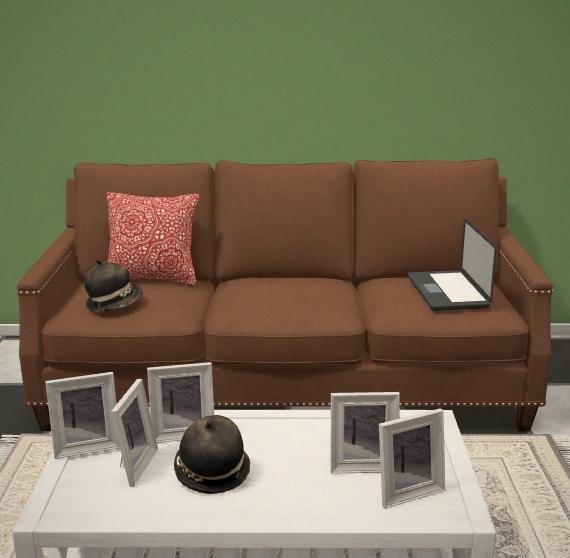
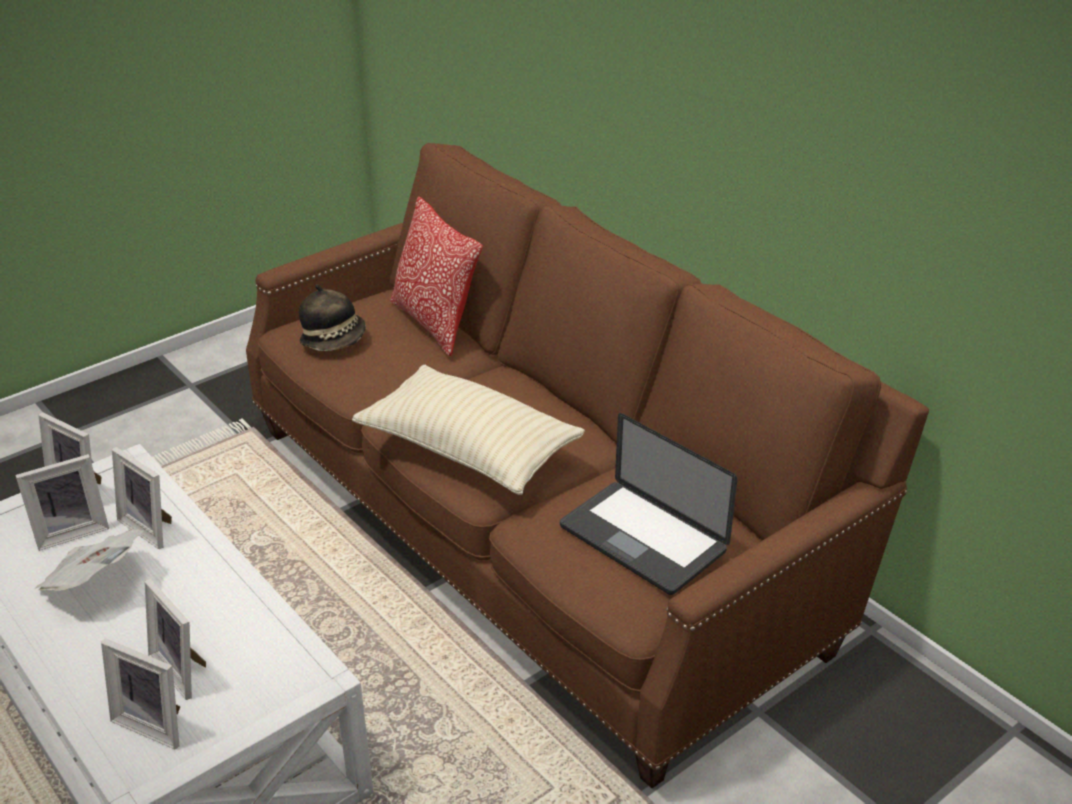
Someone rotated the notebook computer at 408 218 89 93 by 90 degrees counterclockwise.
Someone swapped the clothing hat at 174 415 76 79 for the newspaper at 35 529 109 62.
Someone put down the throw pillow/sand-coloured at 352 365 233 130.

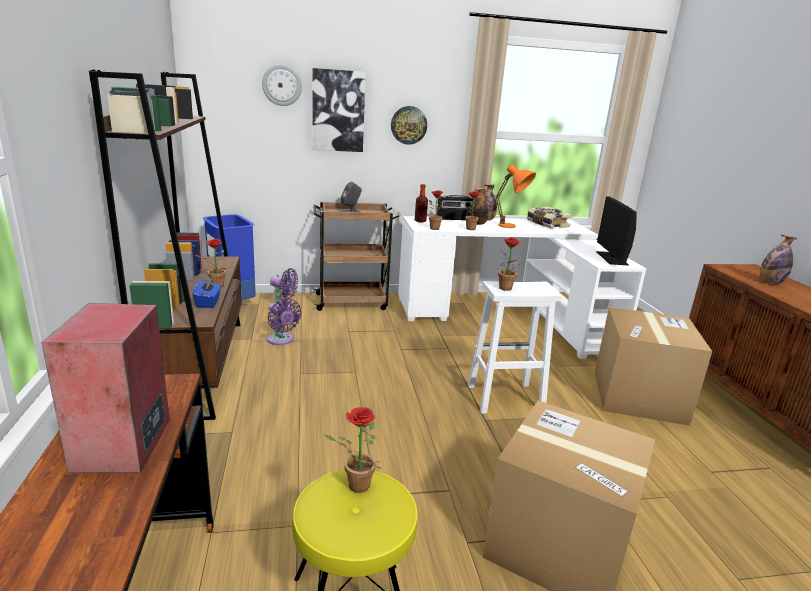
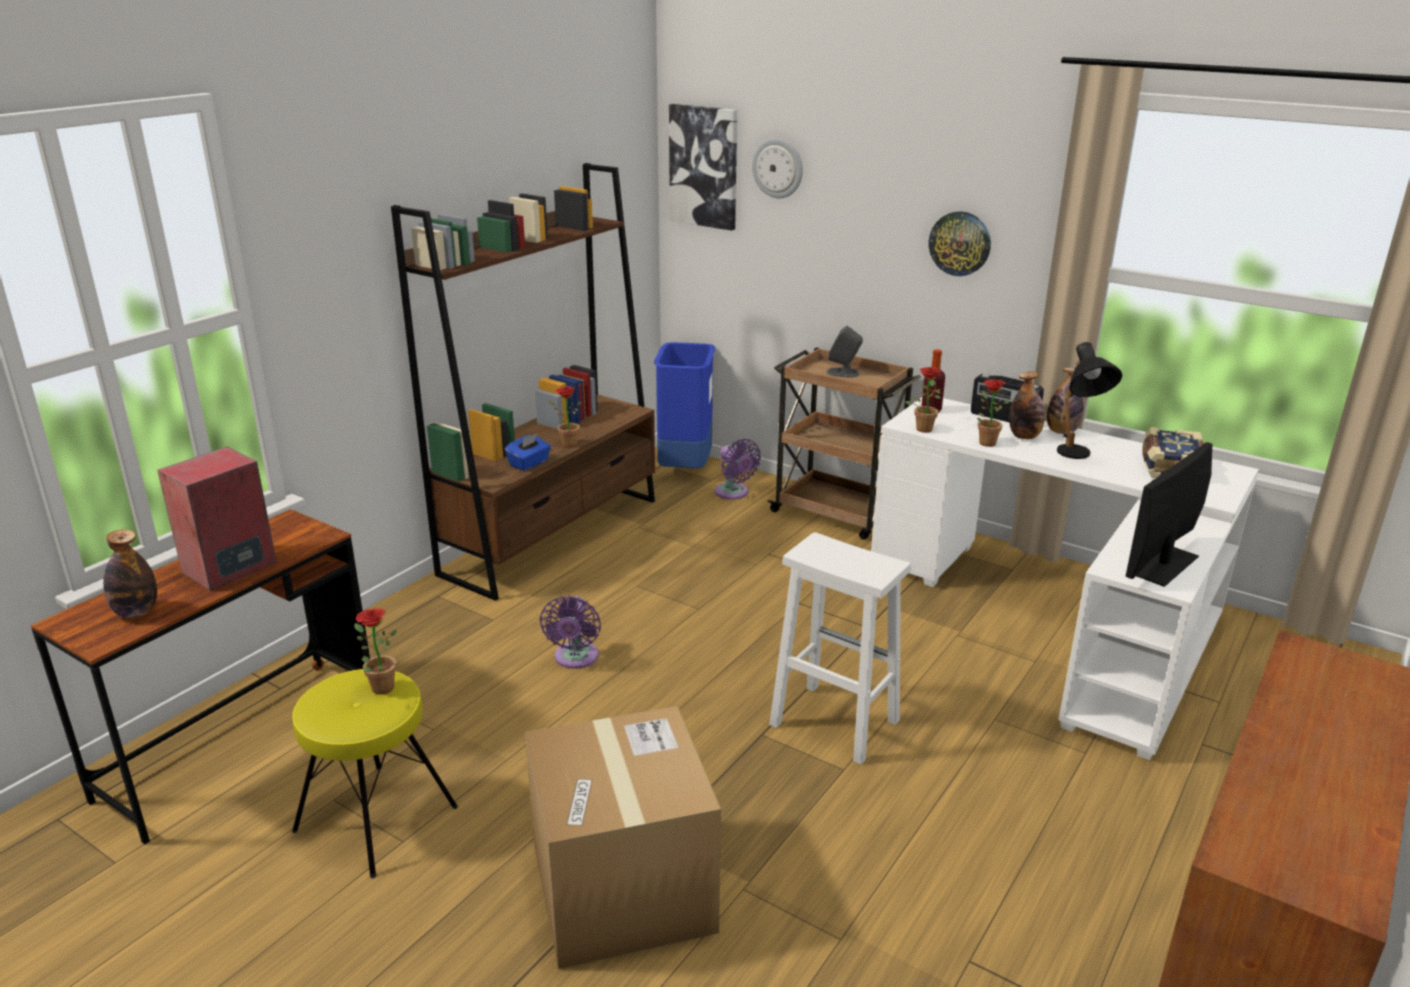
Someone carried the picture from 312 68 53 84 to 669 104 68 127.
Someone repainted the lamp for a table/orange at 495 164 41 64, which became the lamp for a table/black at 1057 342 66 117.
Someone carried the bottle from 760 234 37 50 to 103 529 54 89.
Someone took away the plant in a pot at 498 237 26 54.
Someone carried the fan/purple from 267 298 35 47 to 540 596 61 73.
Someone took away the packing box at 595 307 118 119.

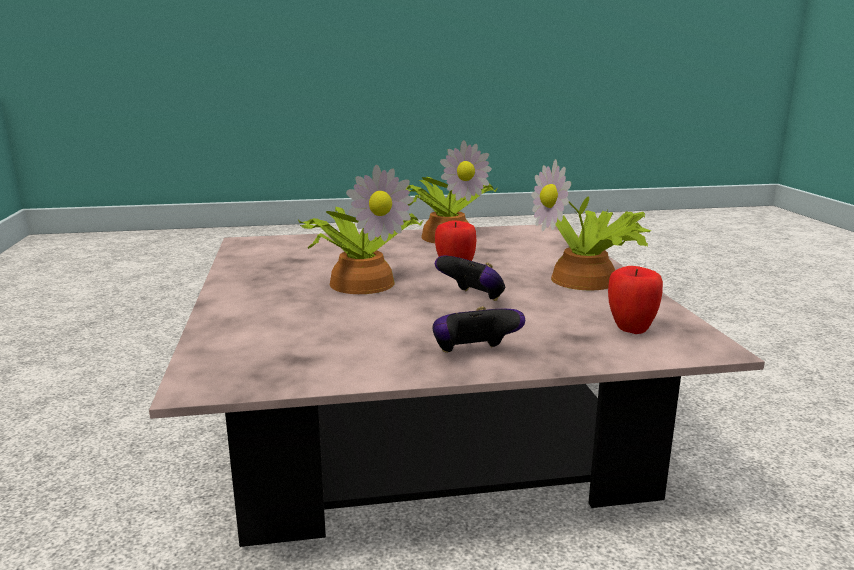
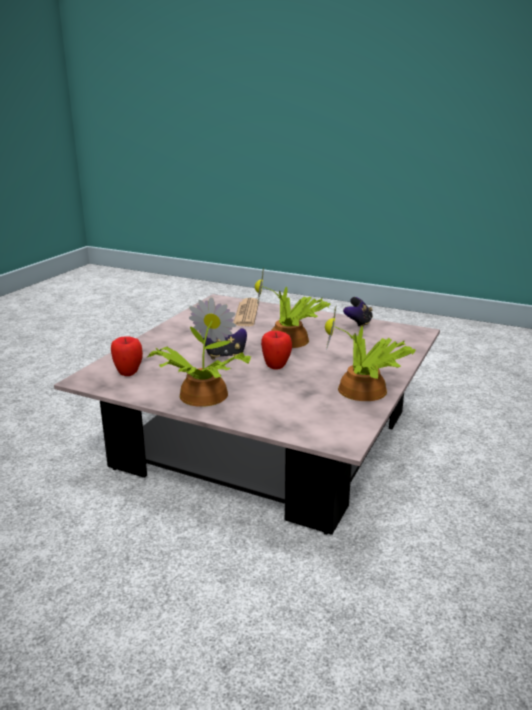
Someone carried the game controller from 433 307 92 46 to 343 297 30 31.
Someone put down the newspaper at 233 298 26 28.

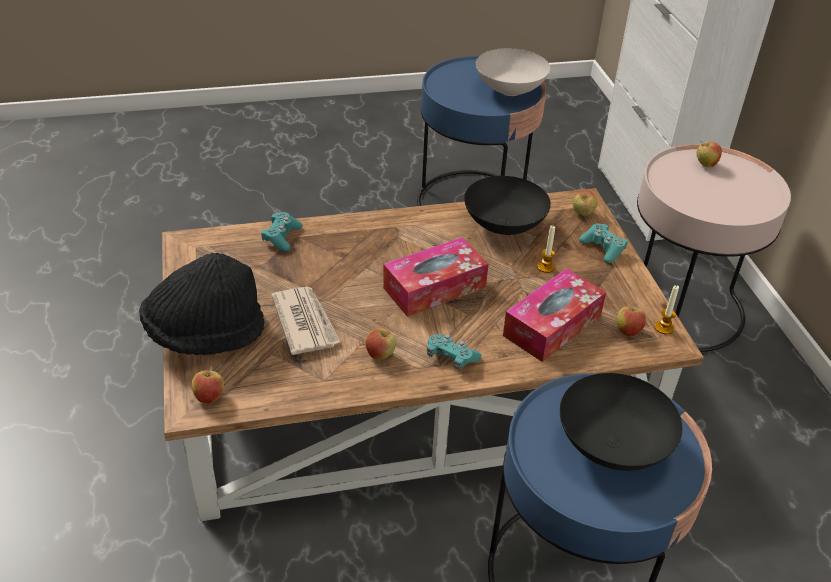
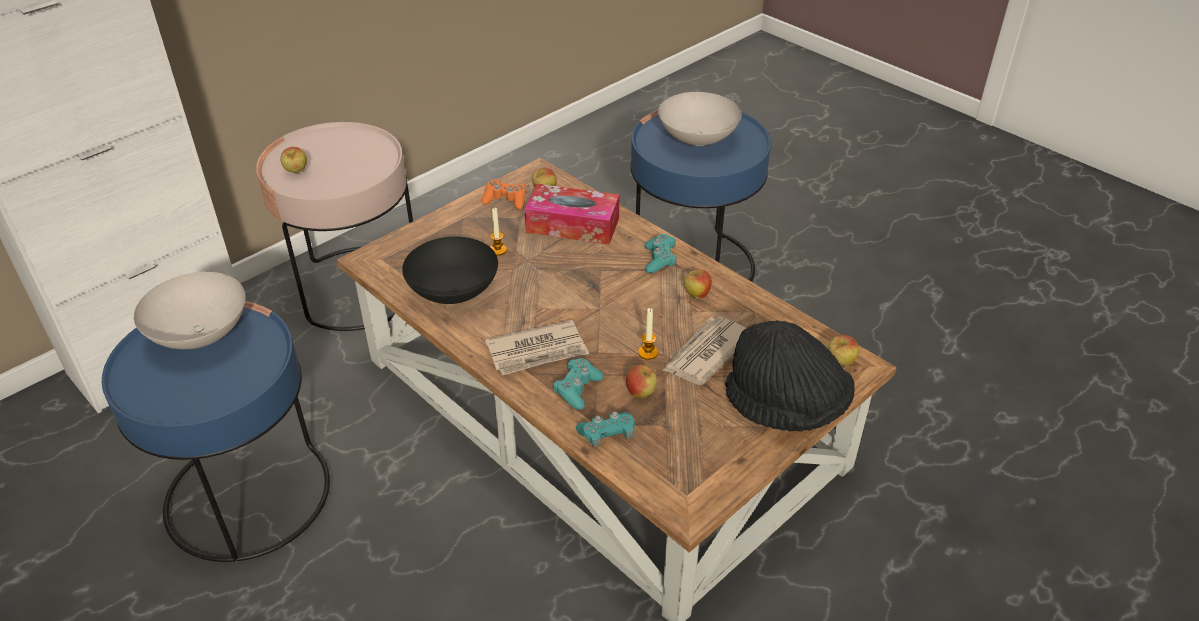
Someone carried the whole apple from 573 190 25 25 to 626 365 31 33.
Someone carried the game controller/turquoise-coloured from 579 223 49 40 to 553 358 51 52.
Someone took away the tissue holder at 383 237 105 80.
Someone carried the wax candle from 655 285 24 49 to 638 308 20 52.
Someone repainted the serving bowl/black at 560 373 122 98, which became the serving bowl/whitish at 658 92 84 54.
Someone put down the game controller/orange at 481 179 45 31.
Someone put down the newspaper at 485 320 104 55.

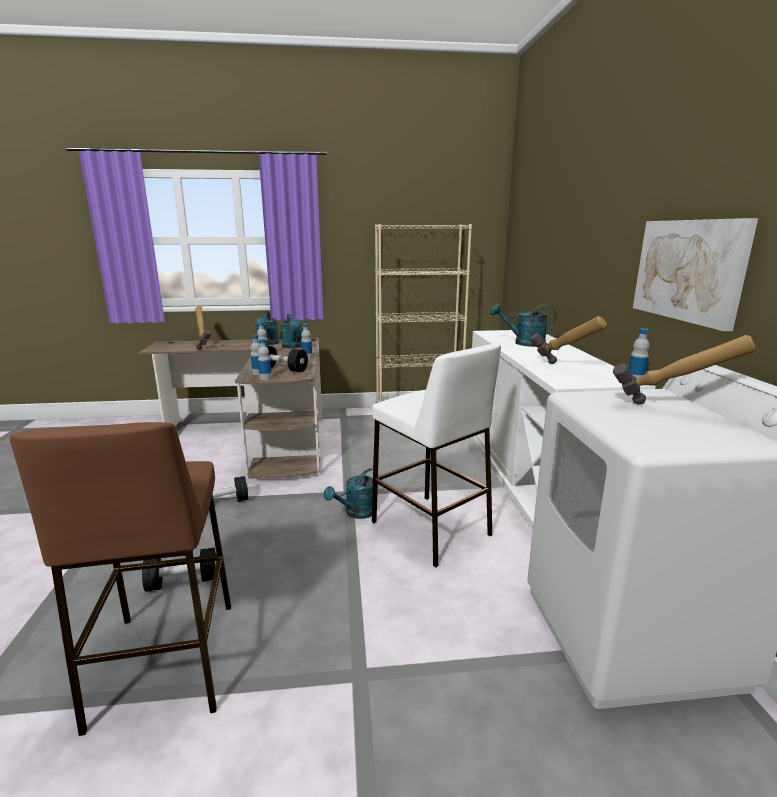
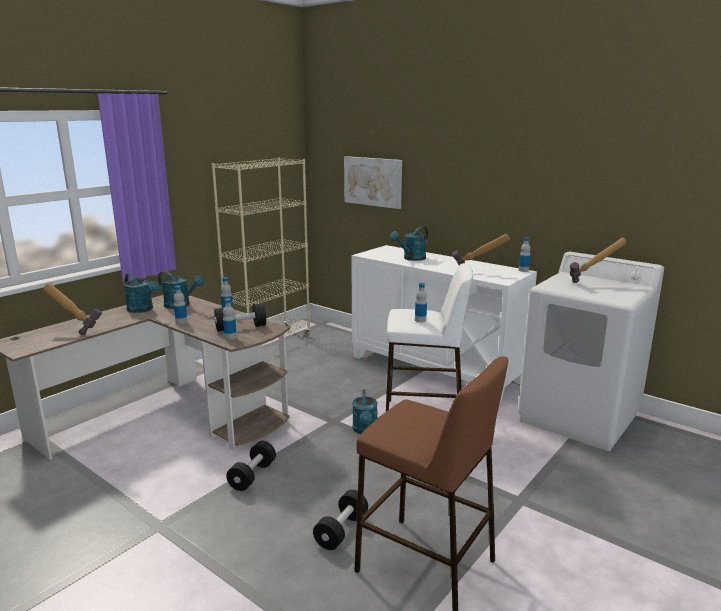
Someone carried the picture from 633 218 125 113 to 344 156 58 53.
Someone carried the bottle from 258 339 14 41 to 415 283 12 39.

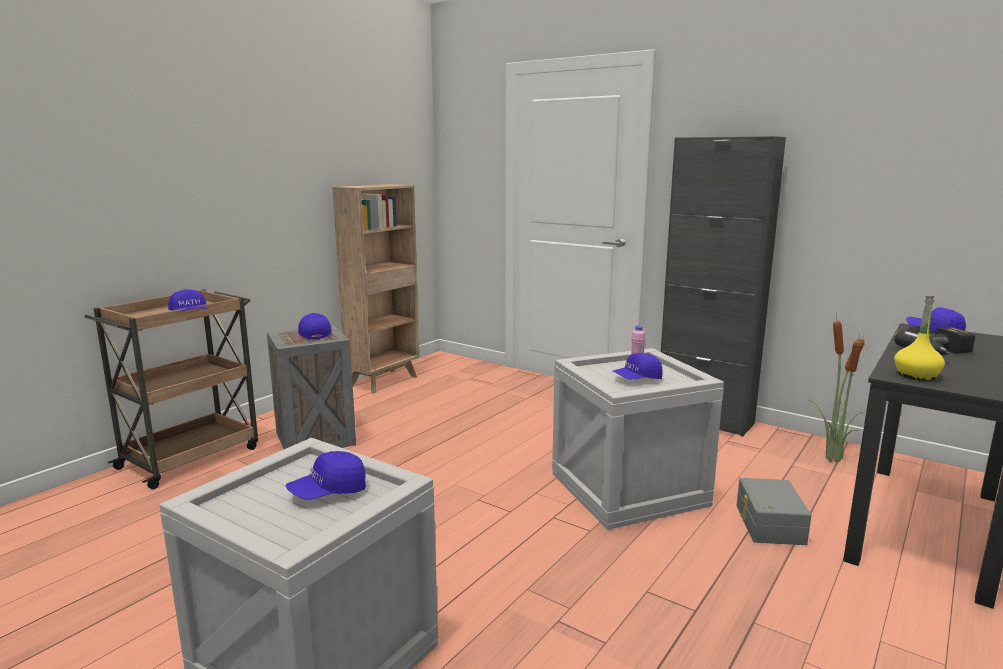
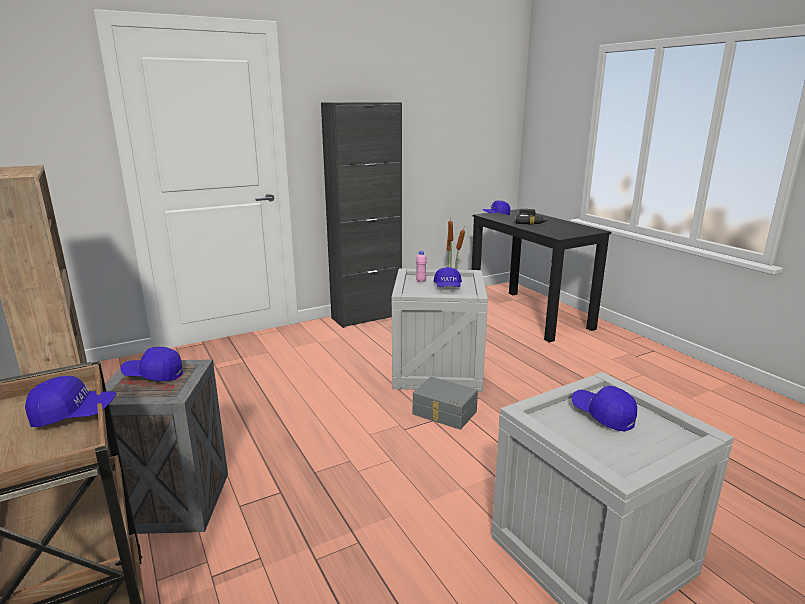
Someone took away the bottle/yellow at 894 296 51 85.
Someone rotated the baseball cap/bluish at 286 451 80 49 by 150 degrees clockwise.
Someone carried the storage bin/gray from 737 478 74 67 to 413 377 65 53.

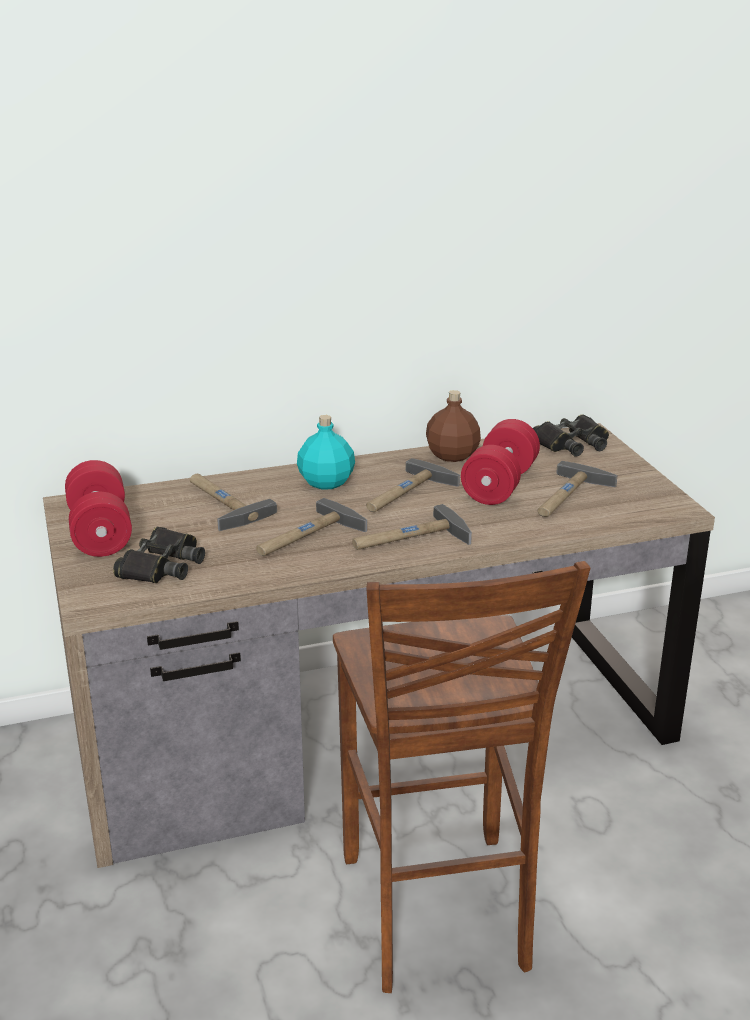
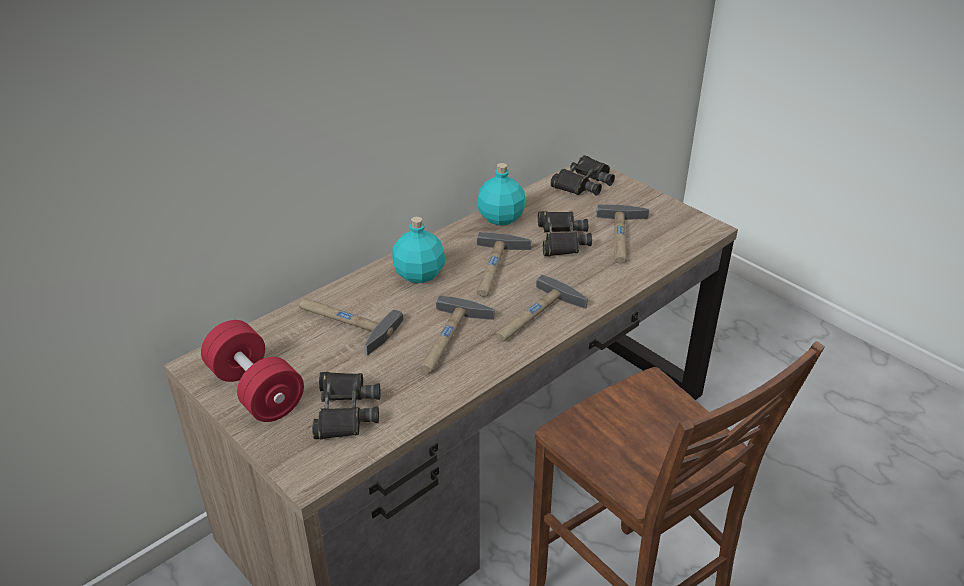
Someone repainted the bottle/brownish at 426 390 55 72, which became the bottle/turquoise-coloured at 477 163 48 62.
Someone swapped the free weight/red at 461 419 79 86 for the field glasses/black at 538 211 54 45.

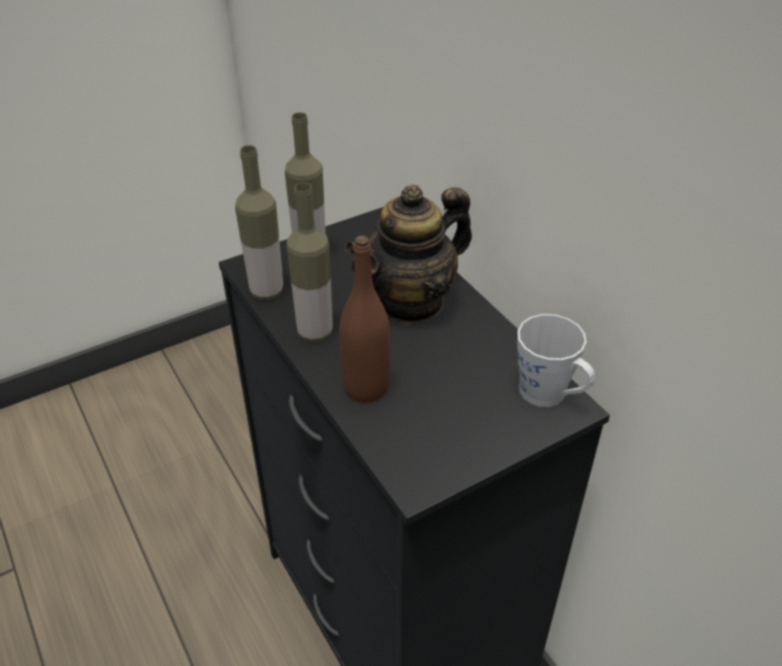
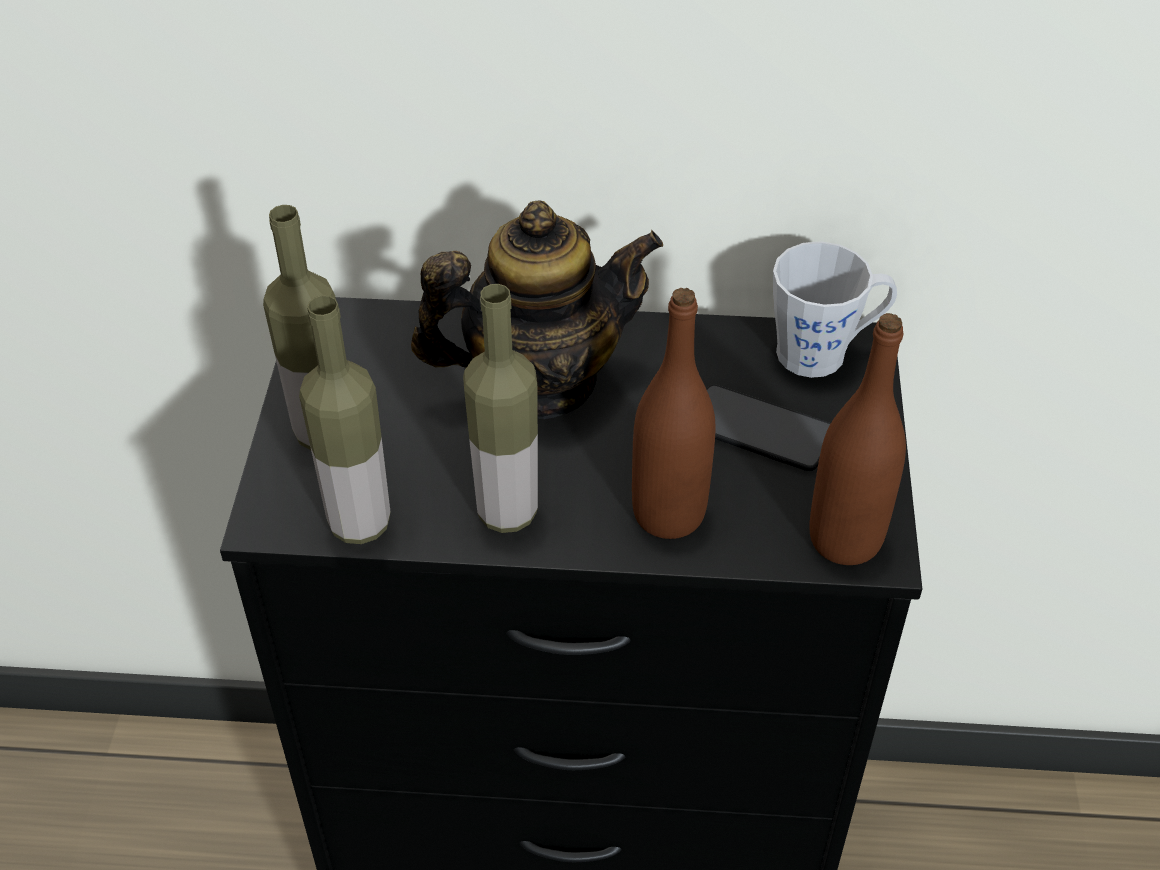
Someone rotated the teapot at 345 185 127 140 by 105 degrees counterclockwise.
Someone put down the bottle/brownish at 809 313 97 252.
Someone put down the handset at 706 385 125 86.

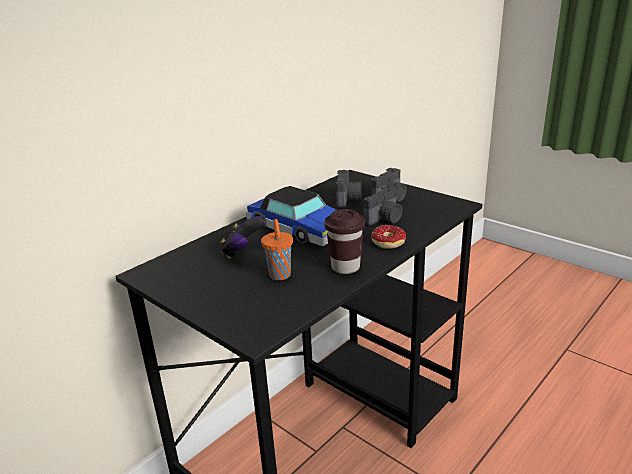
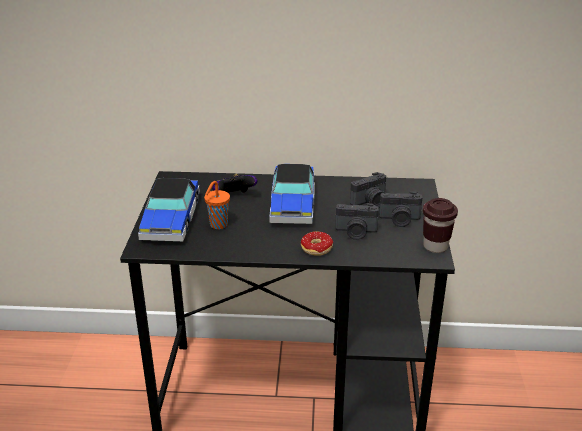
Someone carried the small cup/brownish from 324 209 41 65 to 423 198 35 55.
Someone put down the miniature car at 138 178 62 63.

